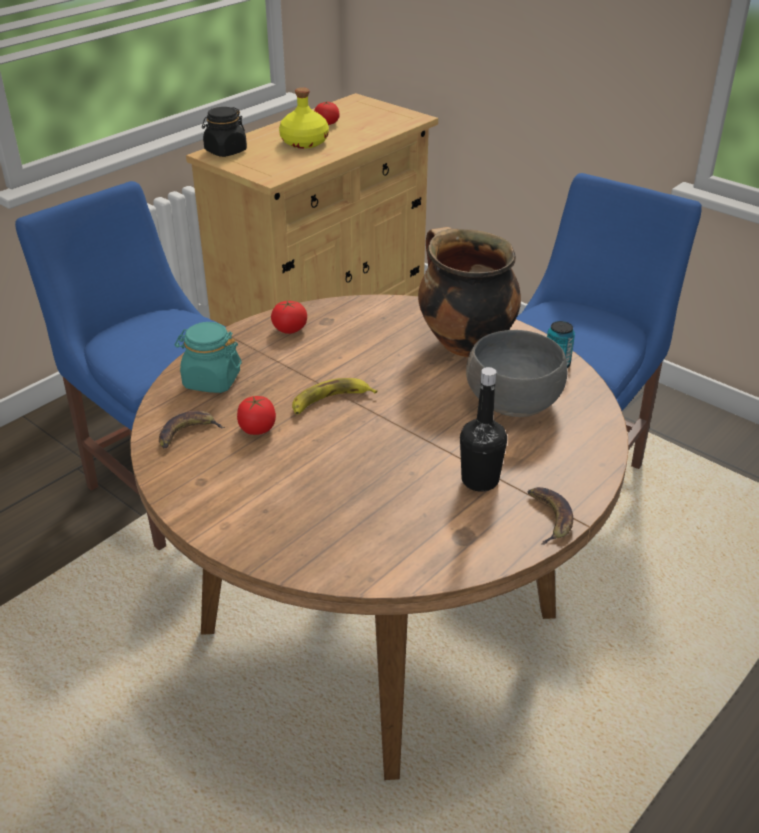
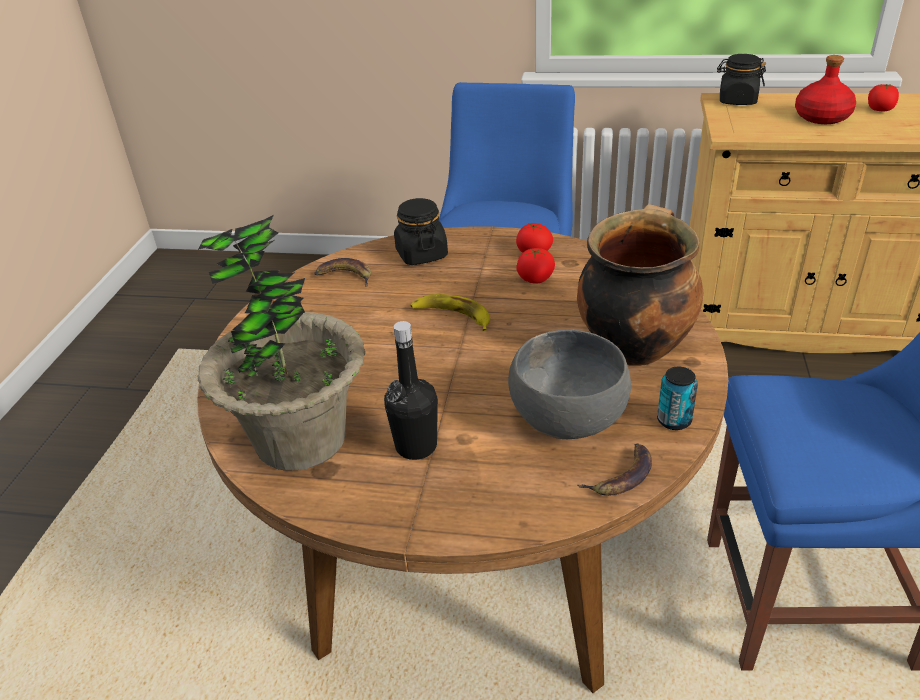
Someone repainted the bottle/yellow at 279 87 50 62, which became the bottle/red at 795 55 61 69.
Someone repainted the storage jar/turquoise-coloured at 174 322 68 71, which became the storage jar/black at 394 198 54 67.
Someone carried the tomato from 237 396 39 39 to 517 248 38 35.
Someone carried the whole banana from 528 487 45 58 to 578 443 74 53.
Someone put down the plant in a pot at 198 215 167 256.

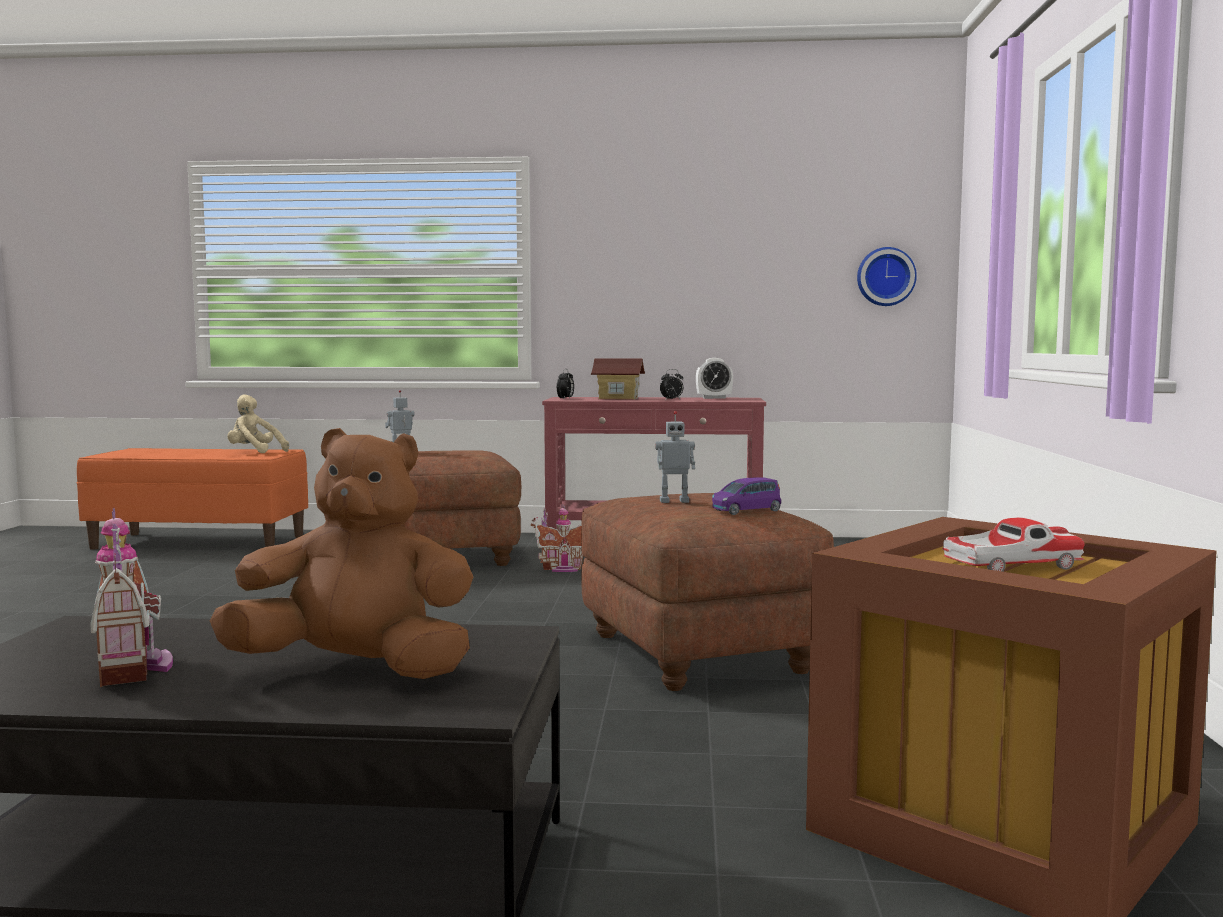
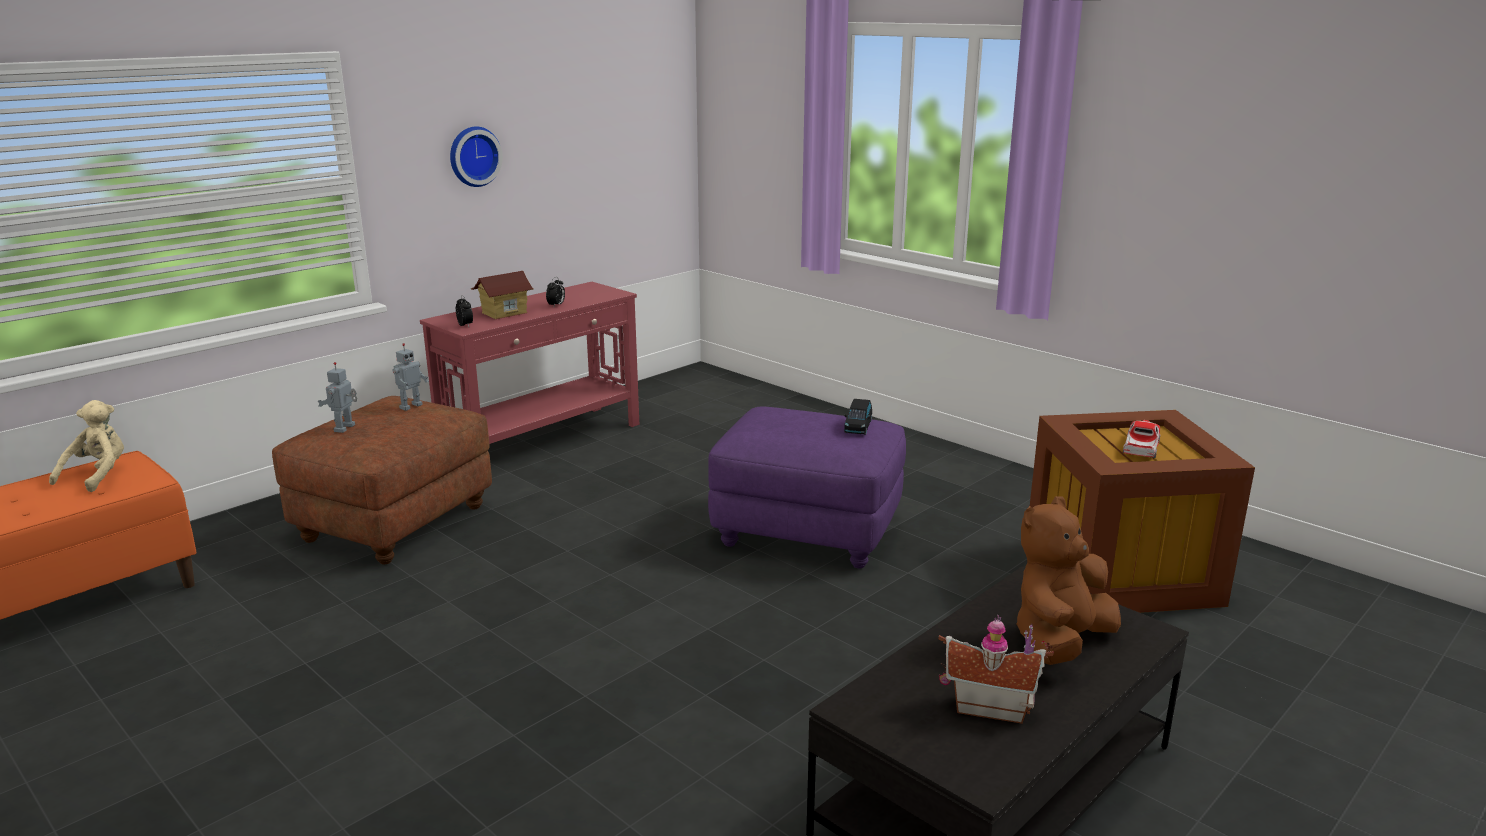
Someone carried the hanging clock from 857 247 60 59 to 450 126 53 61.
Someone took away the bedside clock at 696 358 37 41.
Someone rotated the cuddly toy/sand-coloured at 227 394 62 59 by 135 degrees clockwise.
Someone carried the toy robot from 655 411 40 92 to 393 343 36 68.
Someone repainted the miniature car/purple at 712 477 69 38, which became the miniature car/black at 844 399 28 36.
Someone repainted the ottoman/brownish at 581 493 253 198, which became the ottoman/purple at 708 407 198 162.
Someone took away the model house at 531 504 52 68.

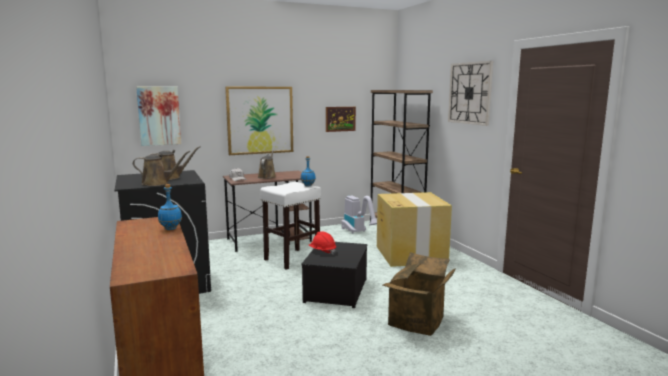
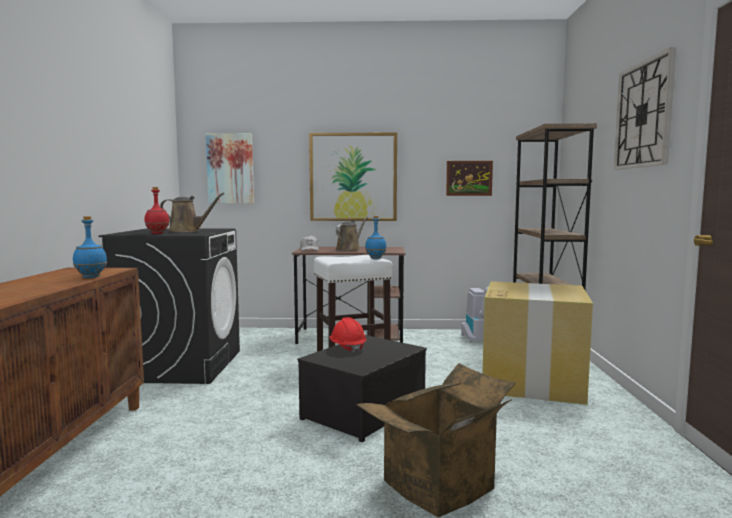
Someone swapped the watering can/brownish at 133 151 57 35 for the bottle/red at 145 187 25 47.

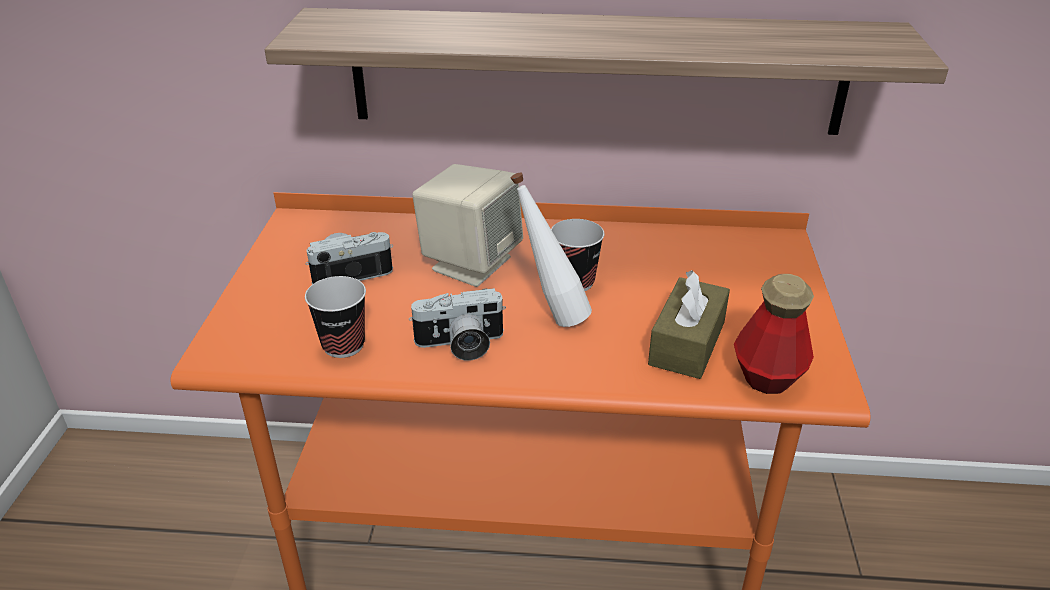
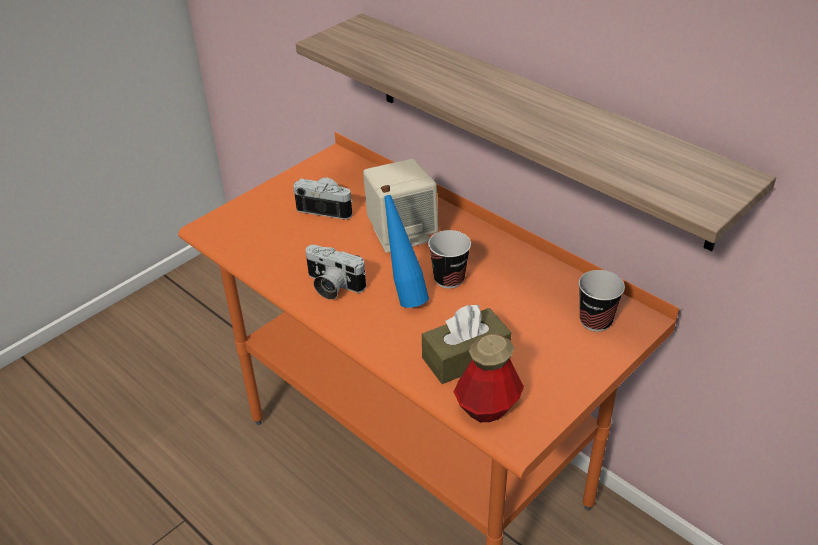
Someone repainted the bottle/whitish at 511 173 81 154, which became the bottle/bluish at 381 185 48 123.
Someone carried the small cup from 305 276 61 82 to 579 270 46 62.

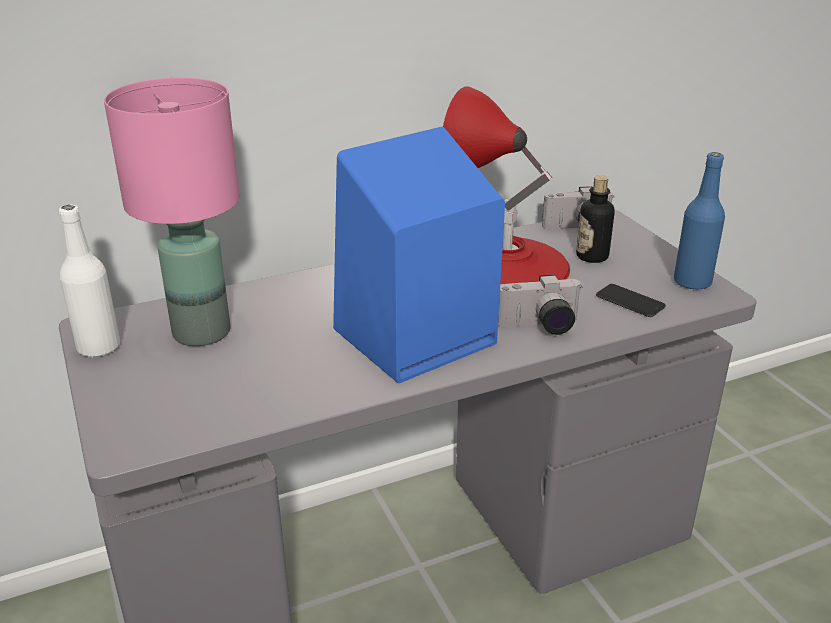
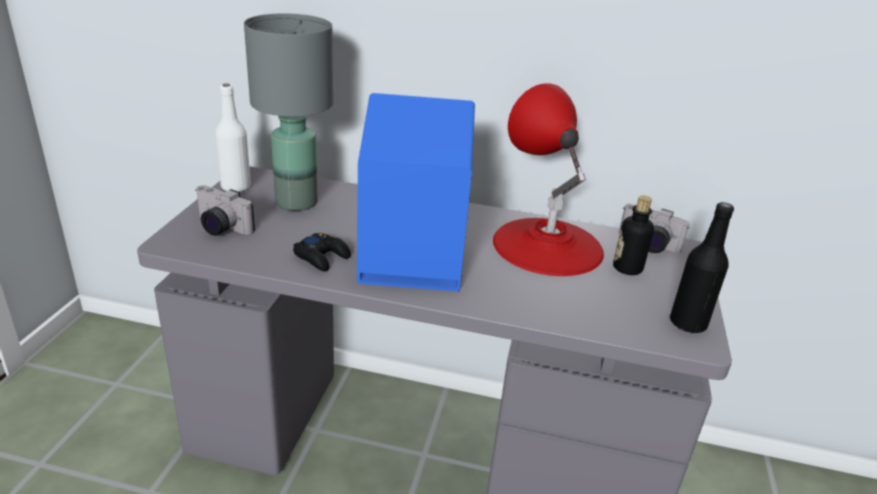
Someone repainted the lamp for a table/pinkish at 104 78 136 268, which became the lamp for a table/gray at 244 13 89 198.
Someone repainted the bottle/bluish at 674 152 51 138, which became the bottle/black at 670 202 64 131.
Someone carried the still camera from 498 274 85 61 to 195 185 60 51.
Someone took away the handset at 596 284 70 33.
Someone put down the game controller/black at 293 233 58 38.

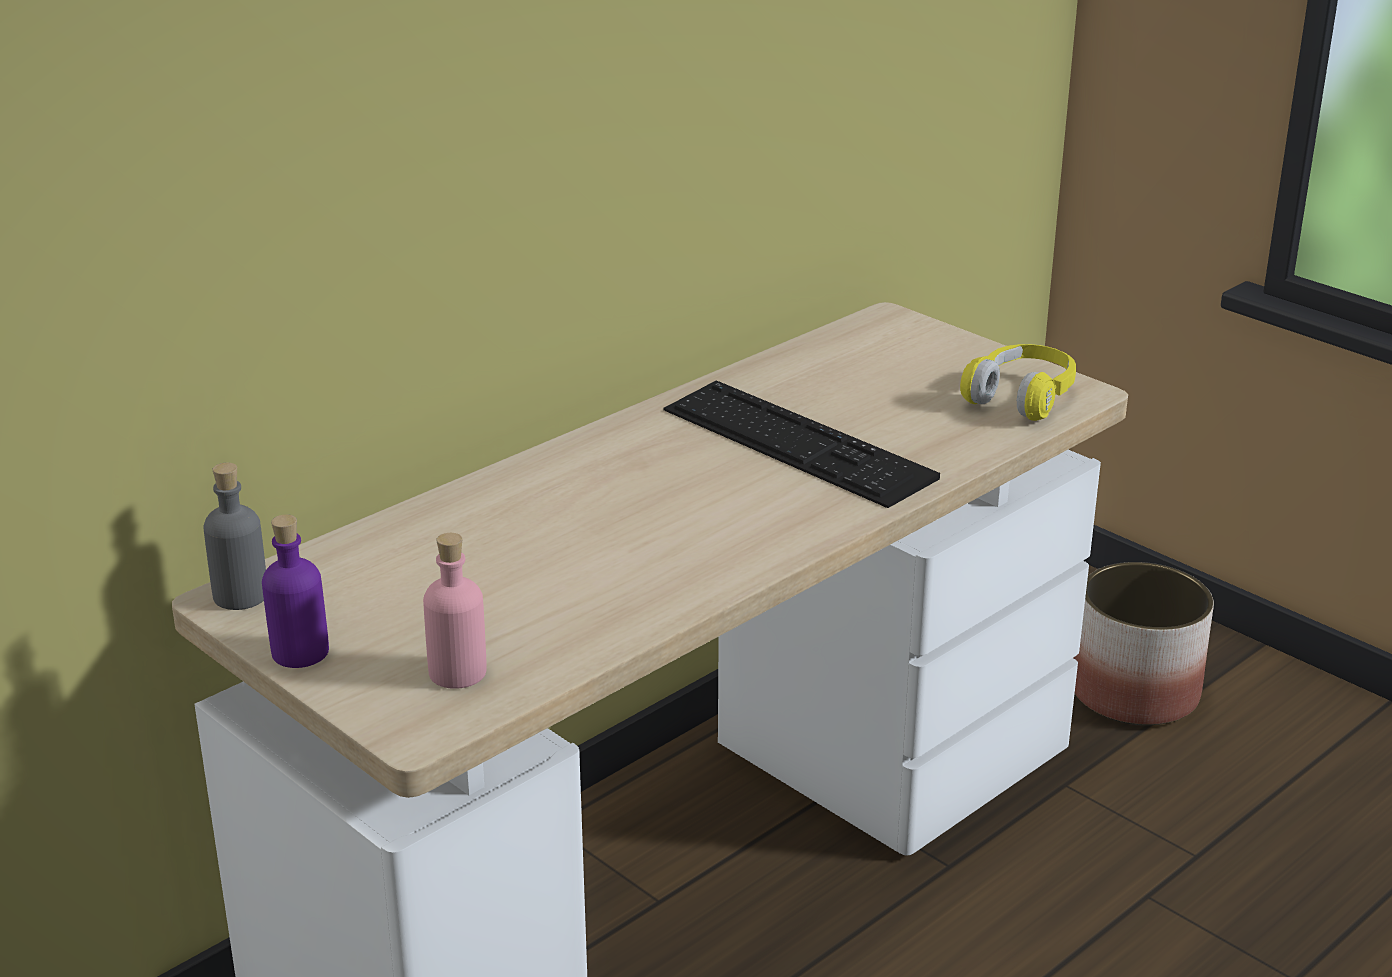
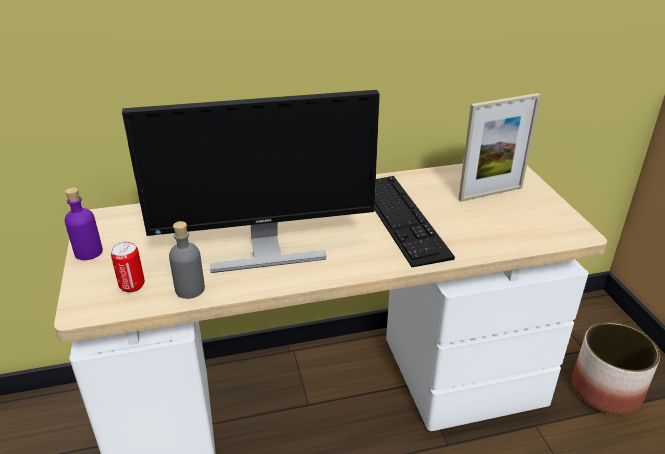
Someone took away the pair of headphones/yellow at 960 344 116 77.
Someone carried the bottle/gray from 204 463 62 147 to 169 221 36 78.
Someone swapped the bottle/pinkish at 423 533 64 156 for the metal can at 111 242 34 50.
Someone put down the computer screen at 122 90 258 183.
Someone put down the standing frame at 458 93 83 109.

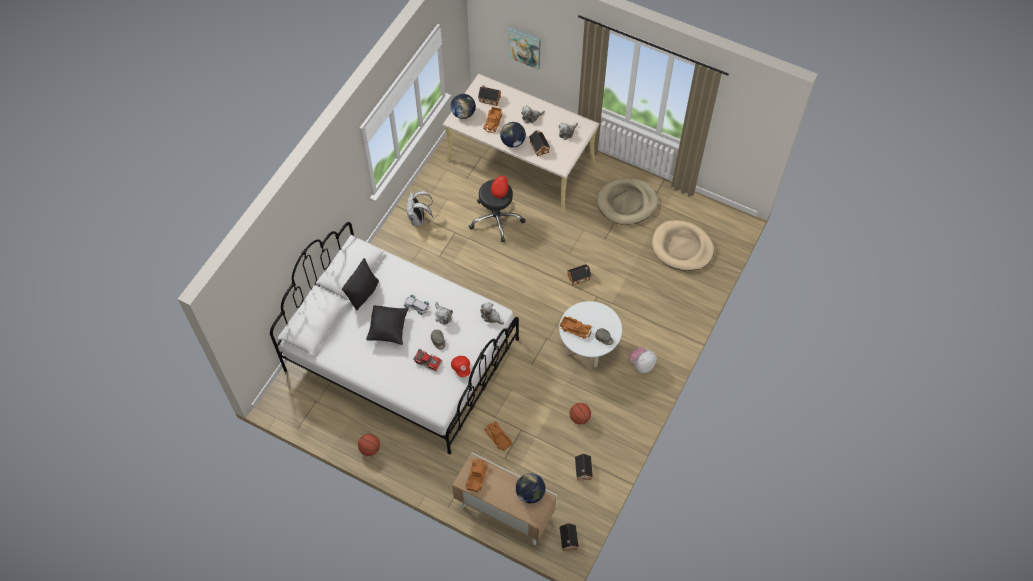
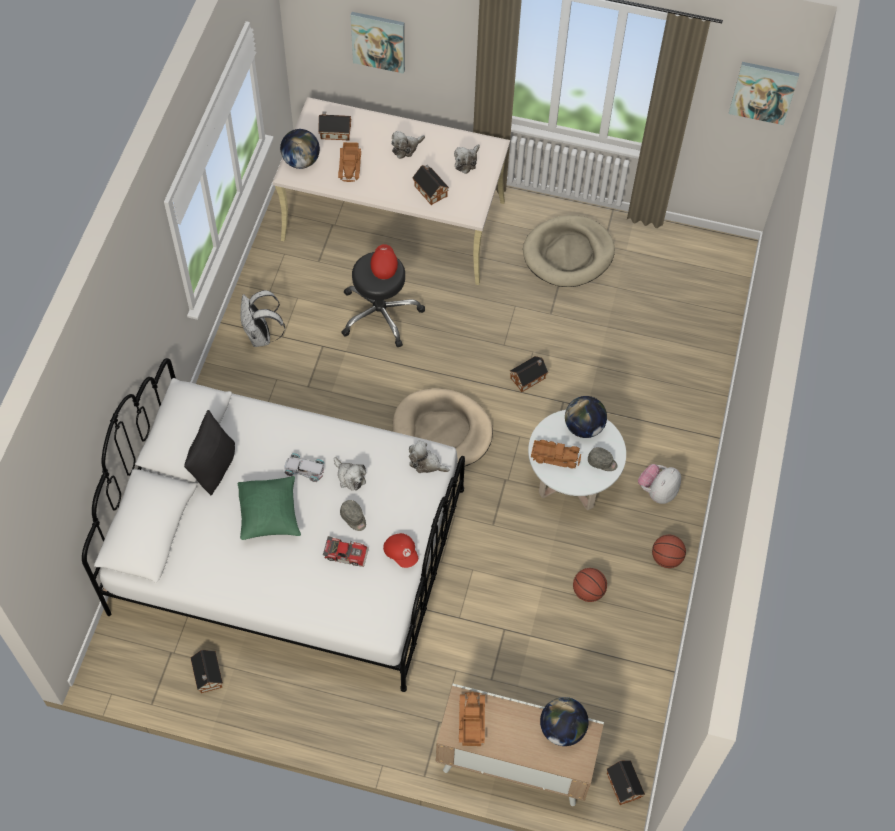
Someone carried the globe from 500 122 26 25 to 565 396 42 42.
Someone carried the dog cushion/sand-coloured from 652 220 62 51 to 393 388 100 78.
Someone repainted the throw pillow/black at 366 305 42 40, which became the throw pillow/green-coloured at 237 476 64 64.
Someone took away the model truck at 484 421 28 30.
Someone carried the basketball ball from 358 434 22 22 to 652 535 34 33.
Someone carried the model house from 575 454 18 26 to 191 650 32 43.
Someone put up the picture at 729 62 70 63.

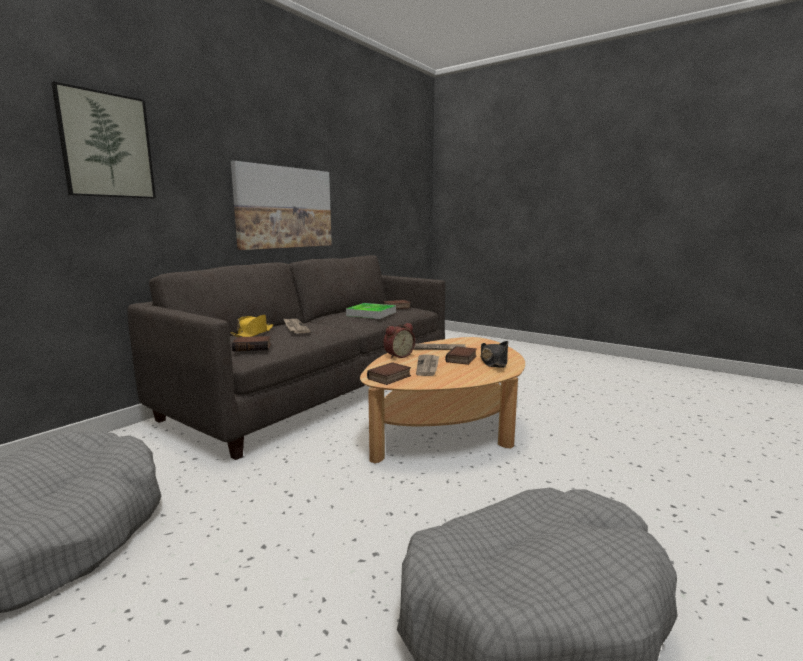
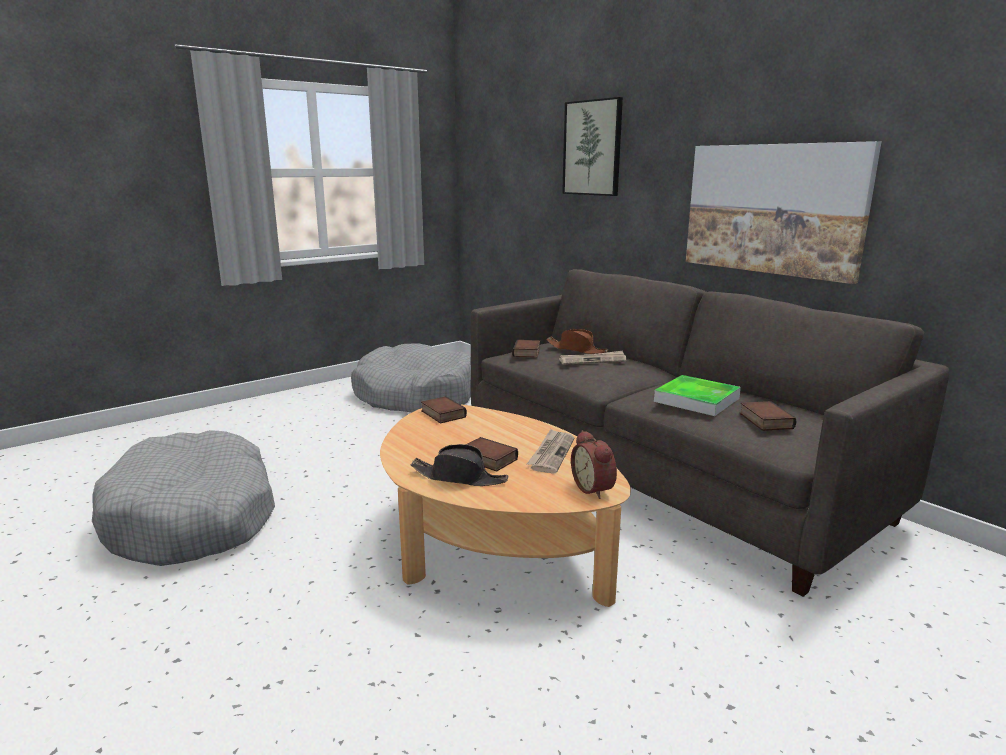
Someone repainted the clothing hat/yellow at 230 315 43 22, which became the clothing hat/brownish at 546 329 62 25.
Someone carried the bedside clock from 383 323 32 36 to 571 430 46 69.
Someone took away the newspaper at 416 354 23 22.

